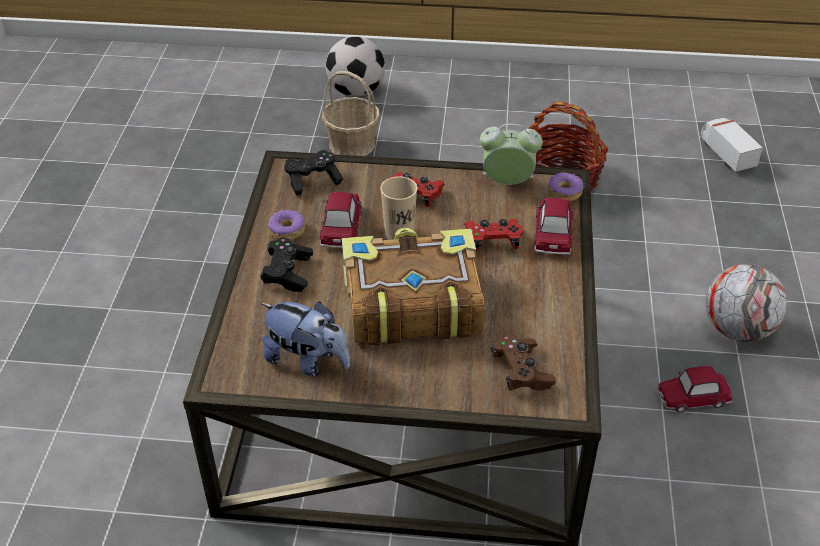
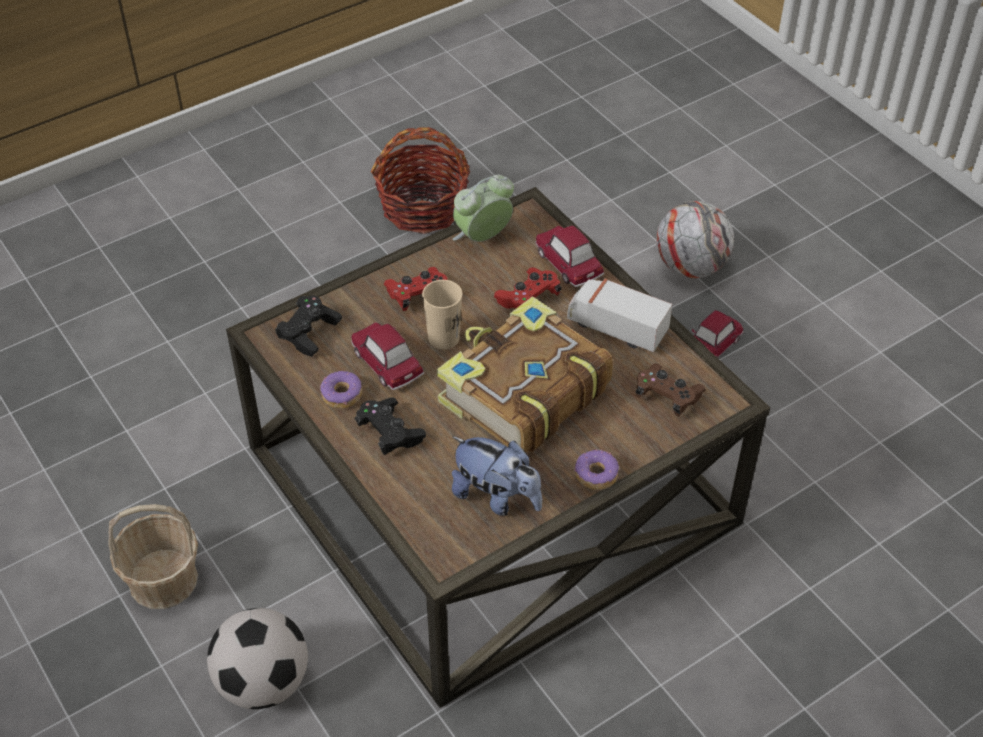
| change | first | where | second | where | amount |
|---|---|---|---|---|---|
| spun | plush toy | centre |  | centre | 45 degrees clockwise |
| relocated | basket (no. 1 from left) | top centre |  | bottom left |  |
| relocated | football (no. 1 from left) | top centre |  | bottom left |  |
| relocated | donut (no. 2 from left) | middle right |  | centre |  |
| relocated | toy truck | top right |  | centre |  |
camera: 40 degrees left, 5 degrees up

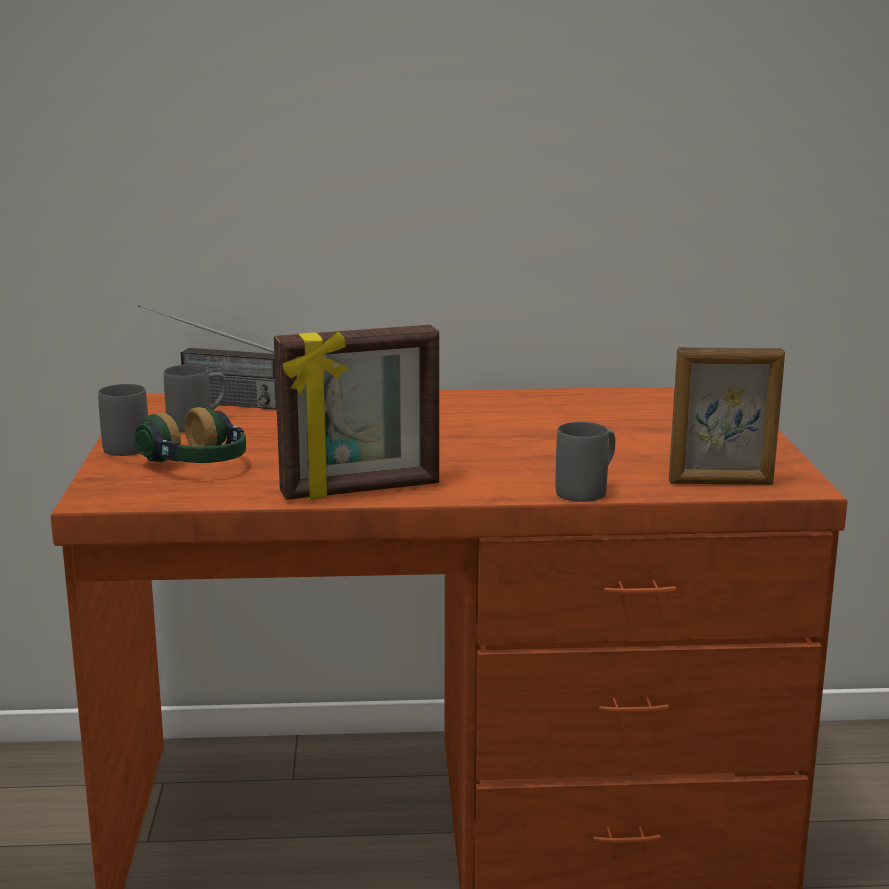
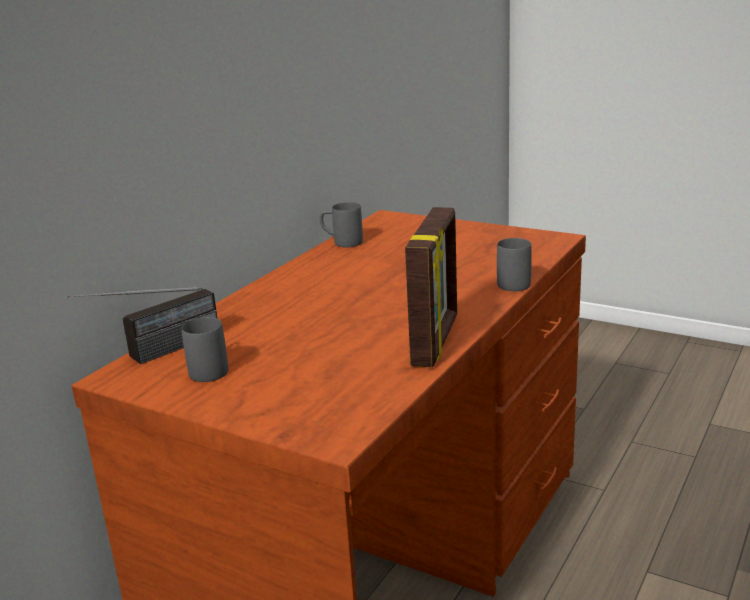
| change | first | where | second | where | amount |
|---|---|---|---|---|---|
| relocated | mug/grey (no. 1 from left in the first image) | middle left | mug/grey (no. 2 from left) | centre |  |
| missing | headphones | middle left |  |  |  |
| missing | picture frame (no. 2 from left) | middle right |  |  |  |
camera: 55 degrees left, 5 degrees up

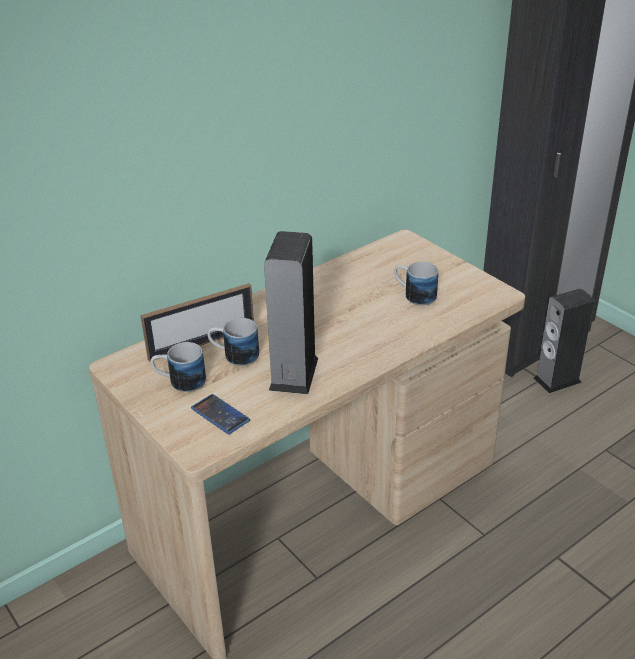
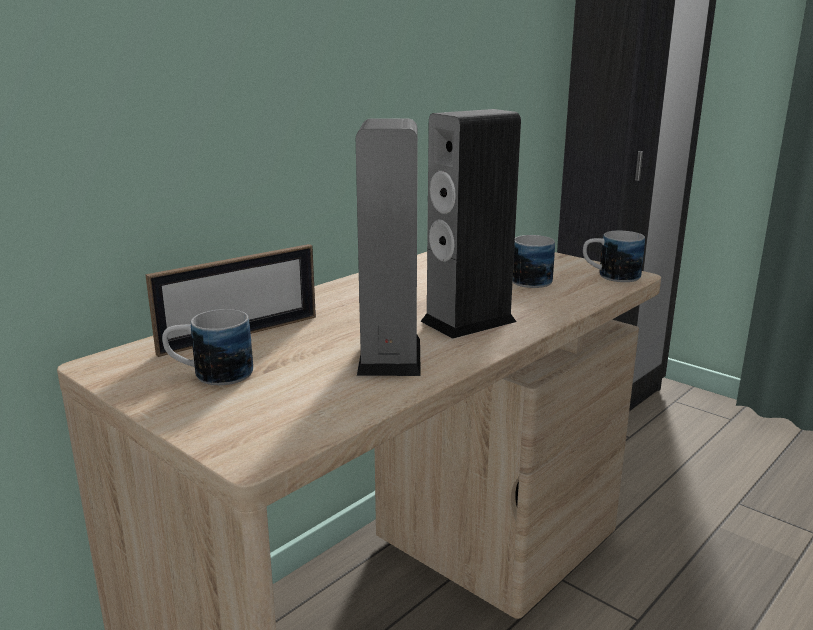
| change | first | where | second | where | amount |
|---|---|---|---|---|---|
| missing | phone | centre |  |  |  |
| relocated | mug (no. 2 from left in the first image) | centre | mug (no. 3 from left) | middle right |  |
| relocated | speaker (no. 2 from left) | middle right |  | centre |  |
camera: 10 degrees left, 15 degrees down

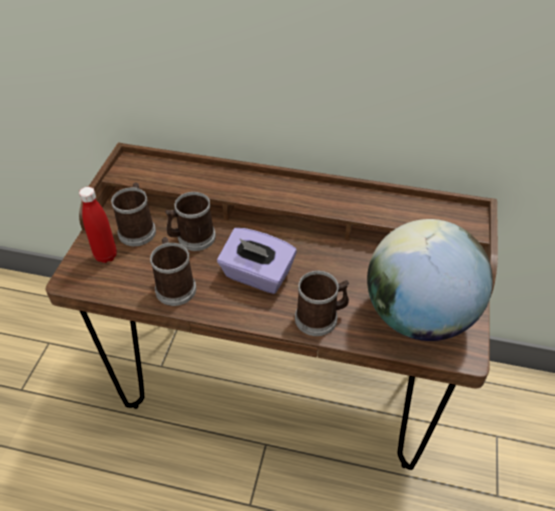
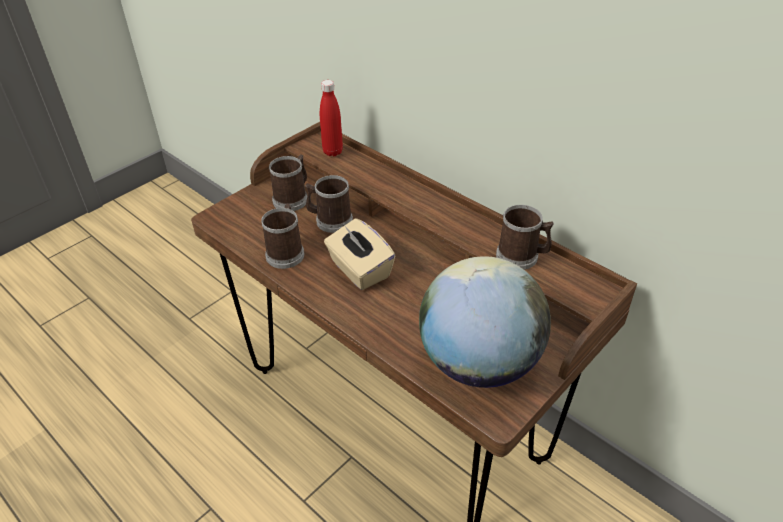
| change | first | where | second | where | amount |
|---|---|---|---|---|---|
| relocated | bottle/red | middle left |  | top centre |  |
| colour | tissue box/purple | centre | tissue box/beige | centre |  |
| relocated | mug (no. 4 from left) | centre |  | middle right |  |
camera: 30 degrees right, 5 degrees down

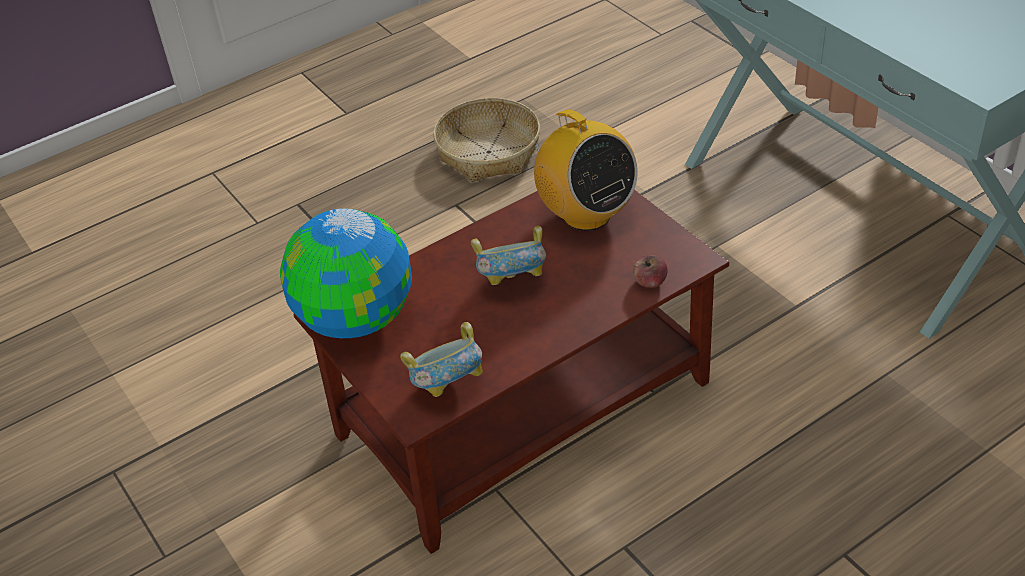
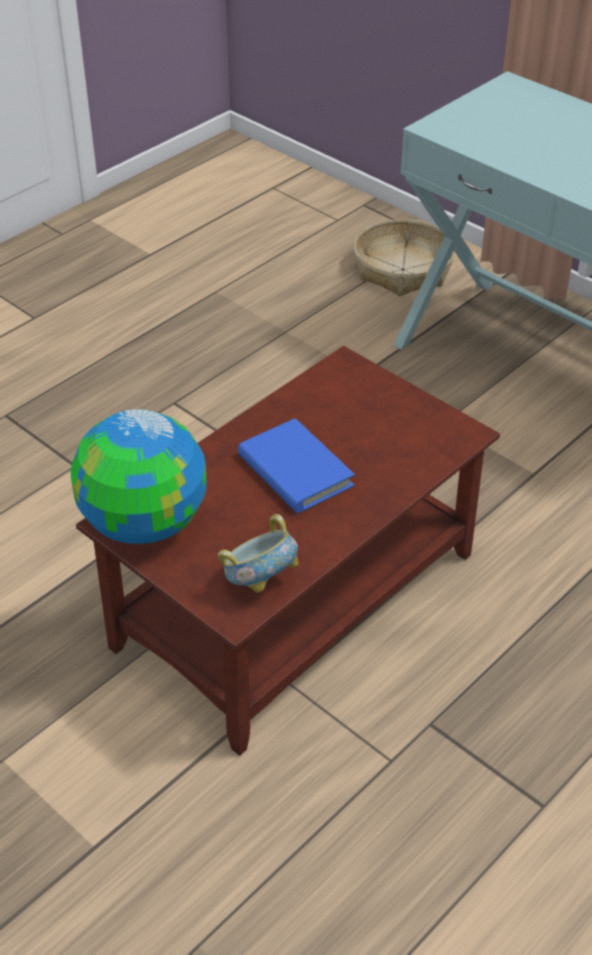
| change | first | where | second | where | amount |
|---|---|---|---|---|---|
| relocated | basket | top centre |  | top right |  |
| exchanged | bowl (no. 2 from left) | centre | book/blue | centre |  |
| missing | radio | top centre |  |  |  |
| missing | apple | centre |  |  |  |
camera: 15 degrees left, 0 degrees up

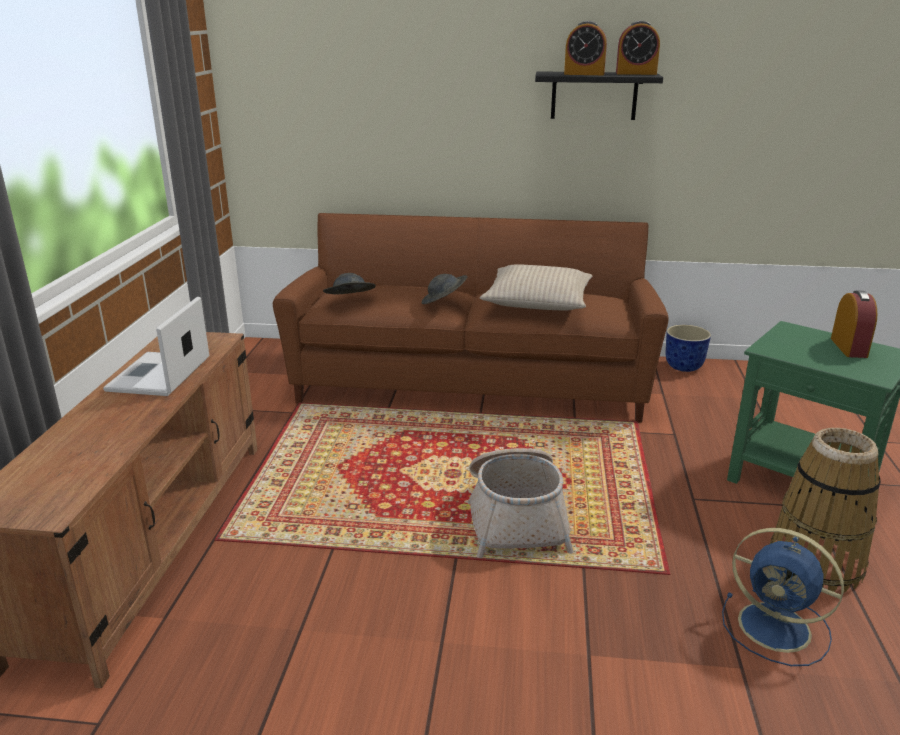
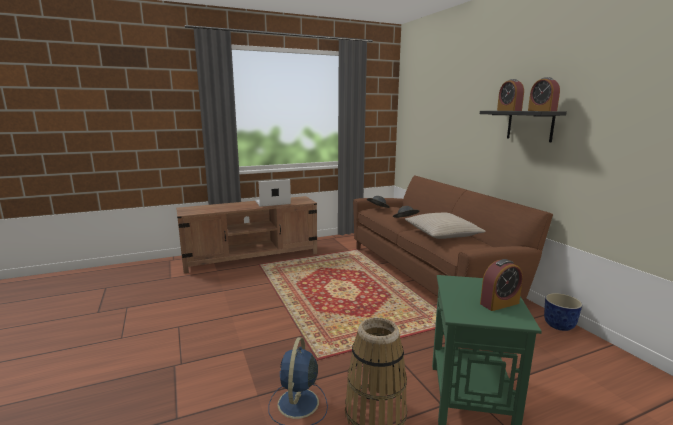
| change | first | where | second | where | amount |
|---|---|---|---|---|---|
| missing | basket (no. 1 from left) | bottom centre |  |  |  |
camera: 60 degrees right, 10 degrees down

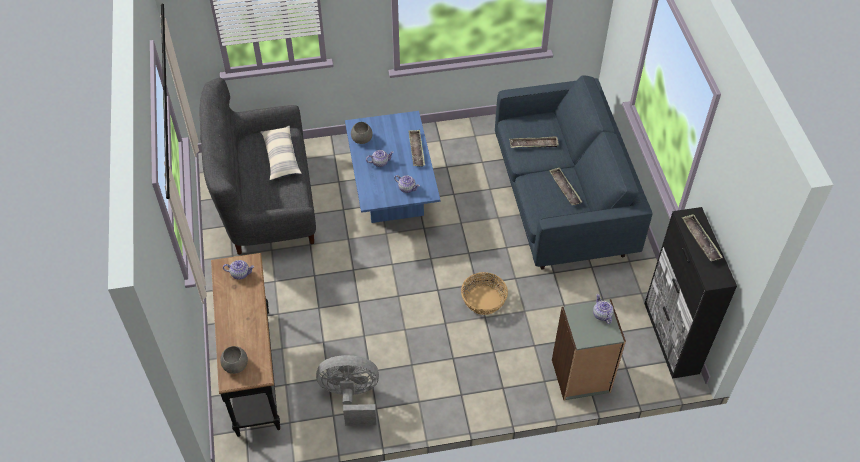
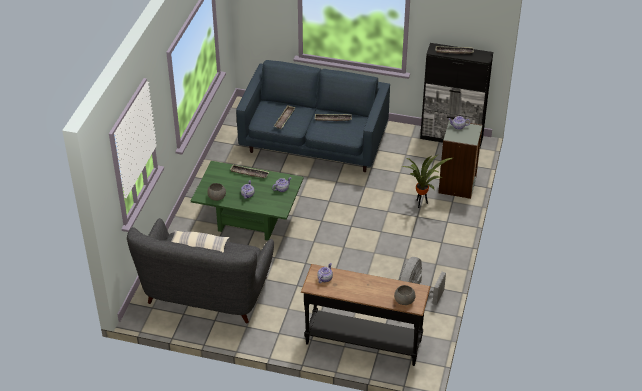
| change | first | where | second | where | amount |
|---|---|---|---|---|---|
| colour | coffee table/blue | centre | coffee table/green | centre |  |
| missing | basket | centre |  |  |  |
| appeared |  |  | potted plant | centre |  |
camera: 65 degrees left, 10 degrees down

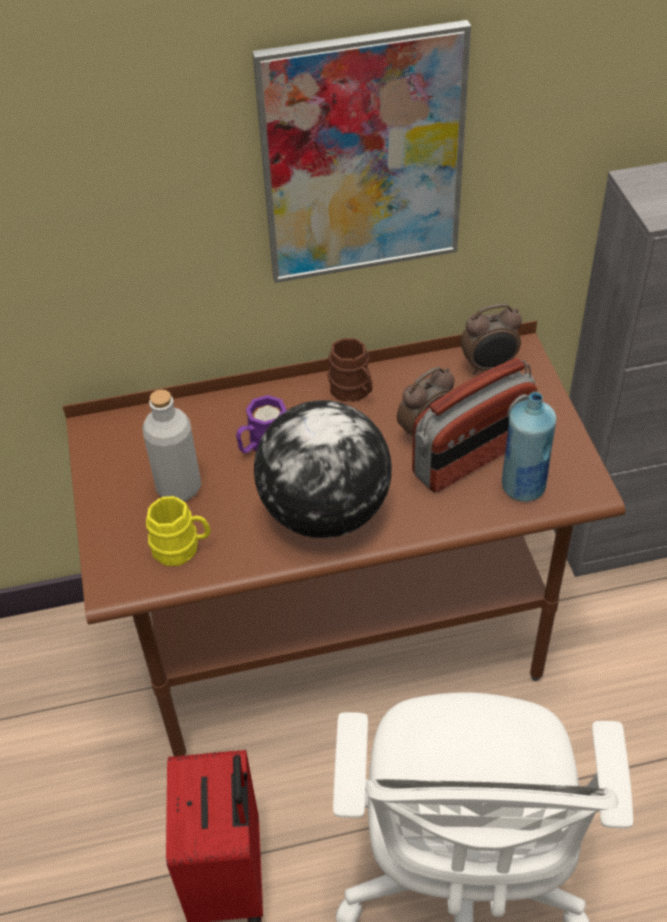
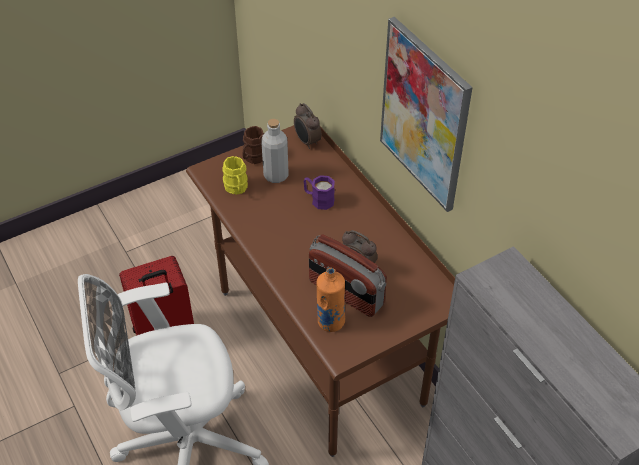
| change | first | where | second | where | amount |
|---|---|---|---|---|---|
| missing | globe | centre |  |  |  |
| relocated | mug/brown | centre |  | top centre |  |
| relocated | alarm clock (no. 2 from left in the first image) | middle right | alarm clock (no. 1 from left) | top centre |  |
| colour | bottle/blue | middle right | bottle/orange | centre |  |
camera: 70 degrees right, 0 degrees up

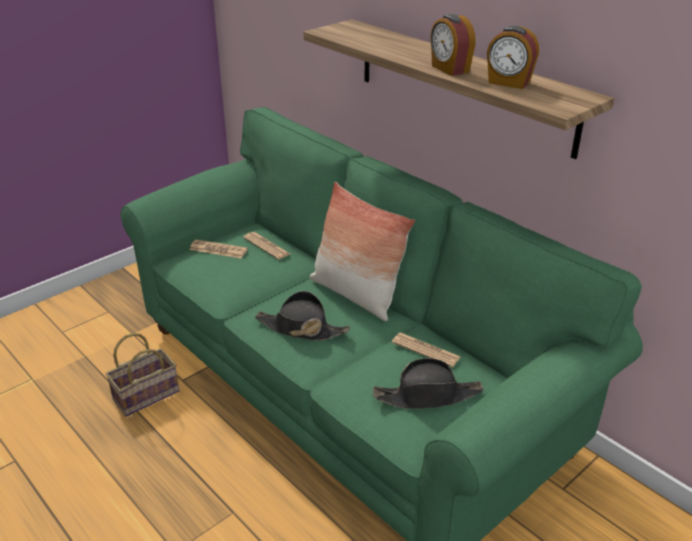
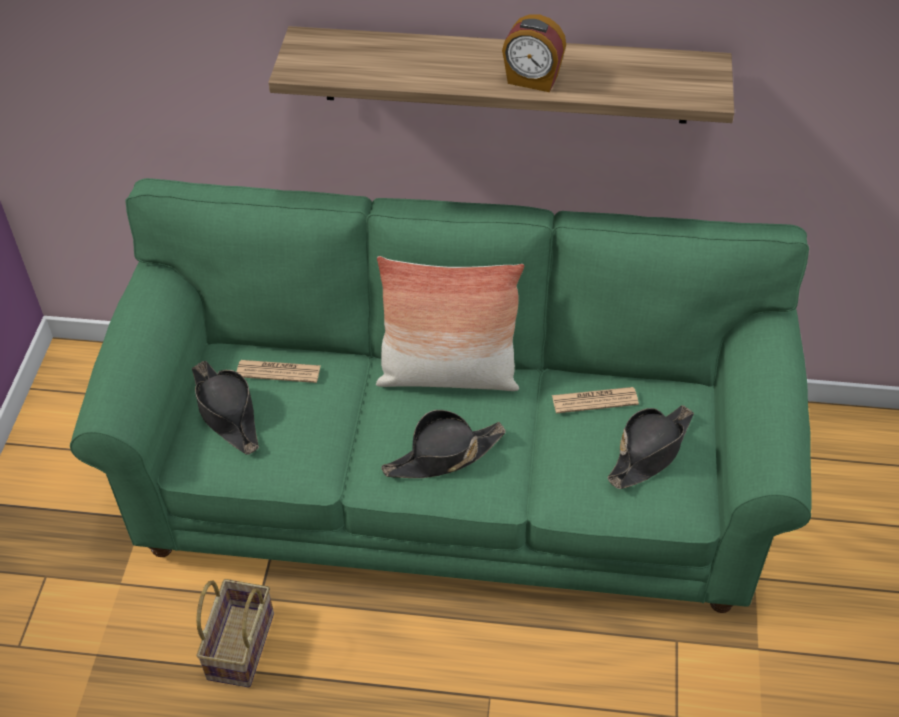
| change | first | where | second | where | amount |
|---|---|---|---|---|---|
| exchanged | newspaper (no. 1 from left) | middle left | hat/black (no. 1 from left) | middle left |  |
| missing | alarm clock (no. 2 from left) | top right |  |  |  |
camera: 40 degrees left, 15 degrees up

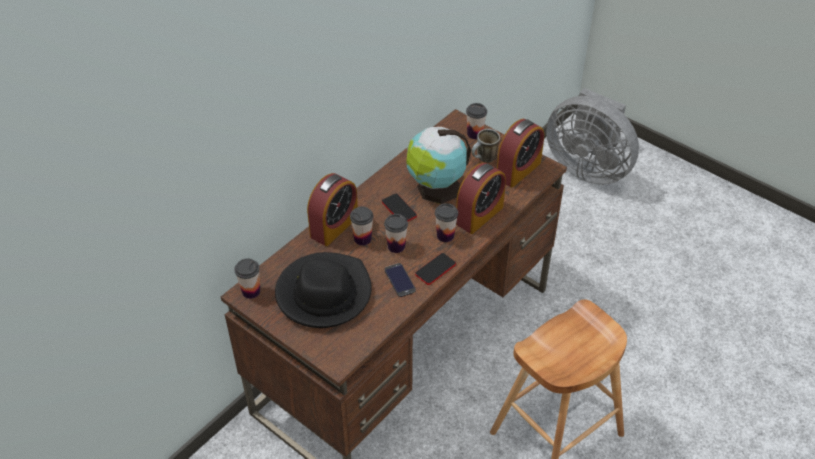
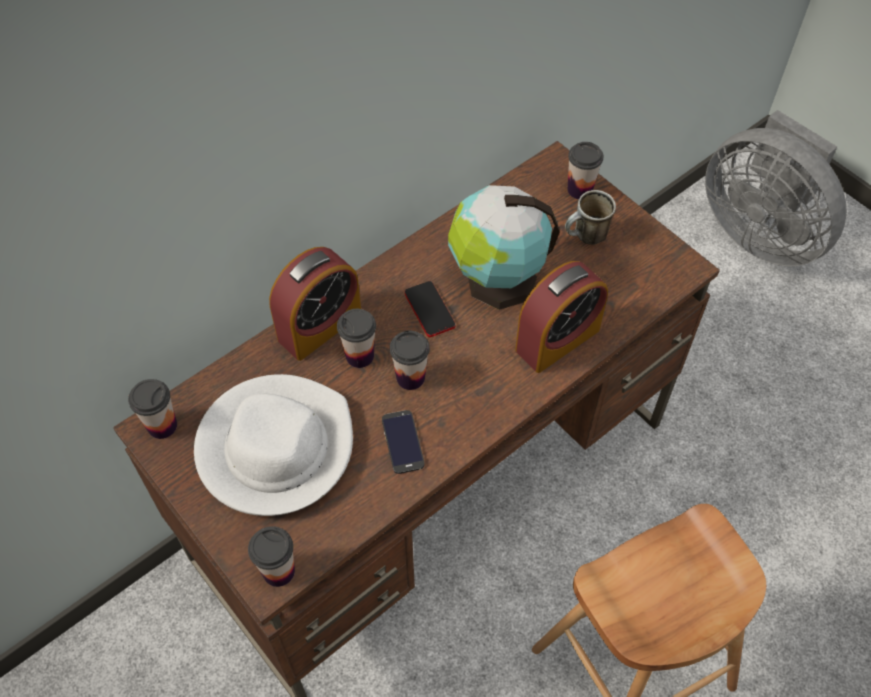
| change | first | where | second | where | amount |
|---|---|---|---|---|---|
| colour | hat/black | centre | hat/white | middle left |  |
| missing | phone (no. 3 from left) | centre |  |  |  |
| relocated | cup (no. 4 from left in the first image) | centre | cup (no. 2 from left) | bottom left |  |
| missing | alarm clock (no. 3 from left) | centre |  |  |  |
camera: 10 degrees right, 10 degrees up

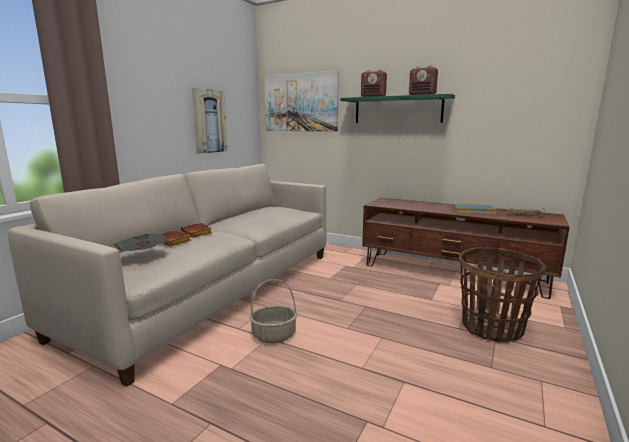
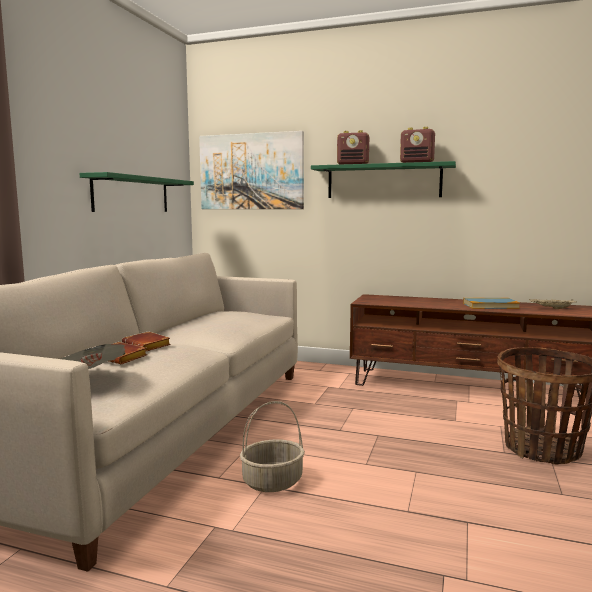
| change | first | where | second | where | amount |
|---|---|---|---|---|---|
| exchanged | picture (no. 1 from left) | top left | shelf/green (no. 1 from left) | top left |  |
camera: 10 degrees left, 5 degrees down

